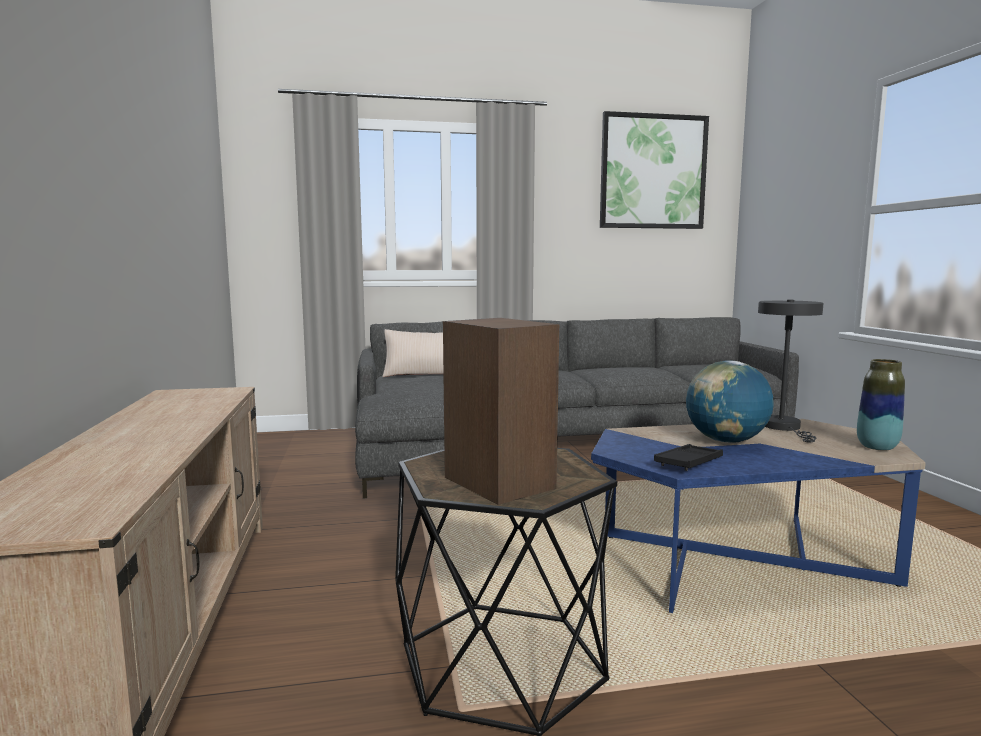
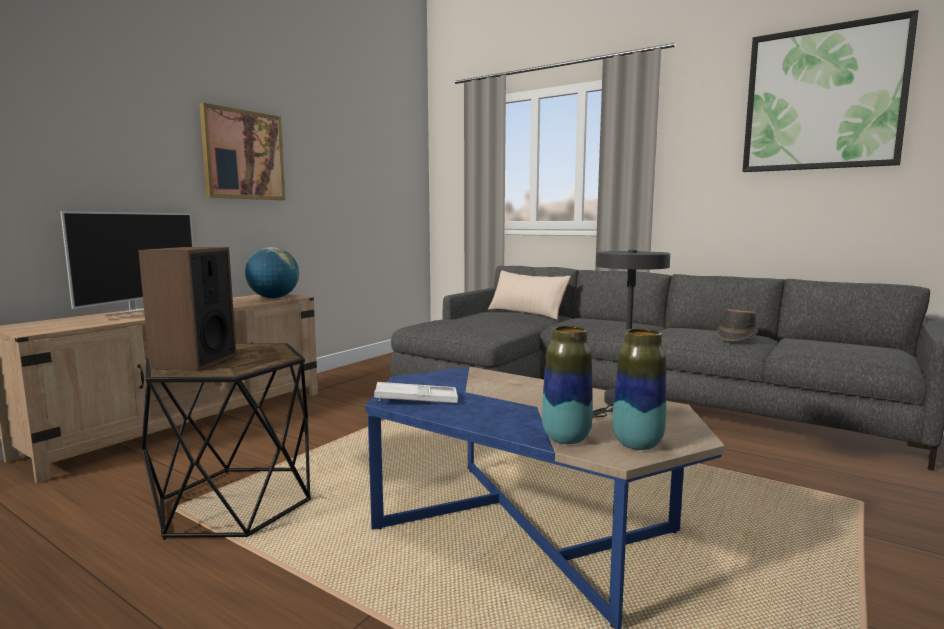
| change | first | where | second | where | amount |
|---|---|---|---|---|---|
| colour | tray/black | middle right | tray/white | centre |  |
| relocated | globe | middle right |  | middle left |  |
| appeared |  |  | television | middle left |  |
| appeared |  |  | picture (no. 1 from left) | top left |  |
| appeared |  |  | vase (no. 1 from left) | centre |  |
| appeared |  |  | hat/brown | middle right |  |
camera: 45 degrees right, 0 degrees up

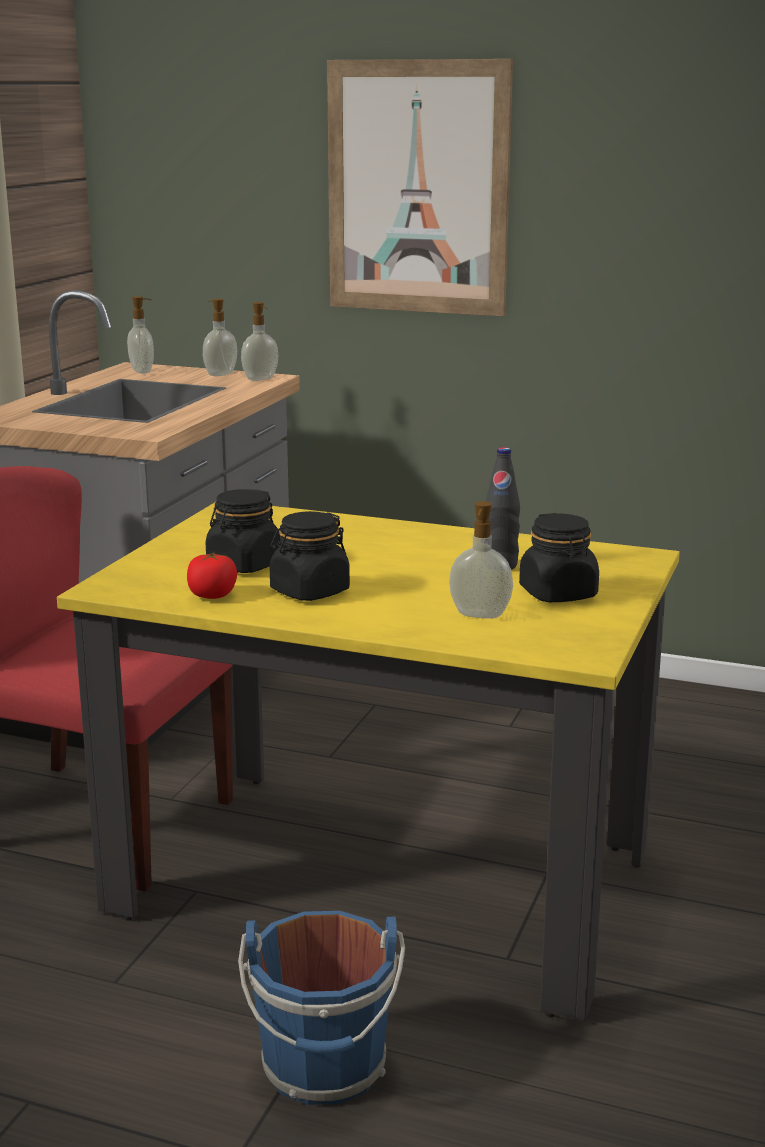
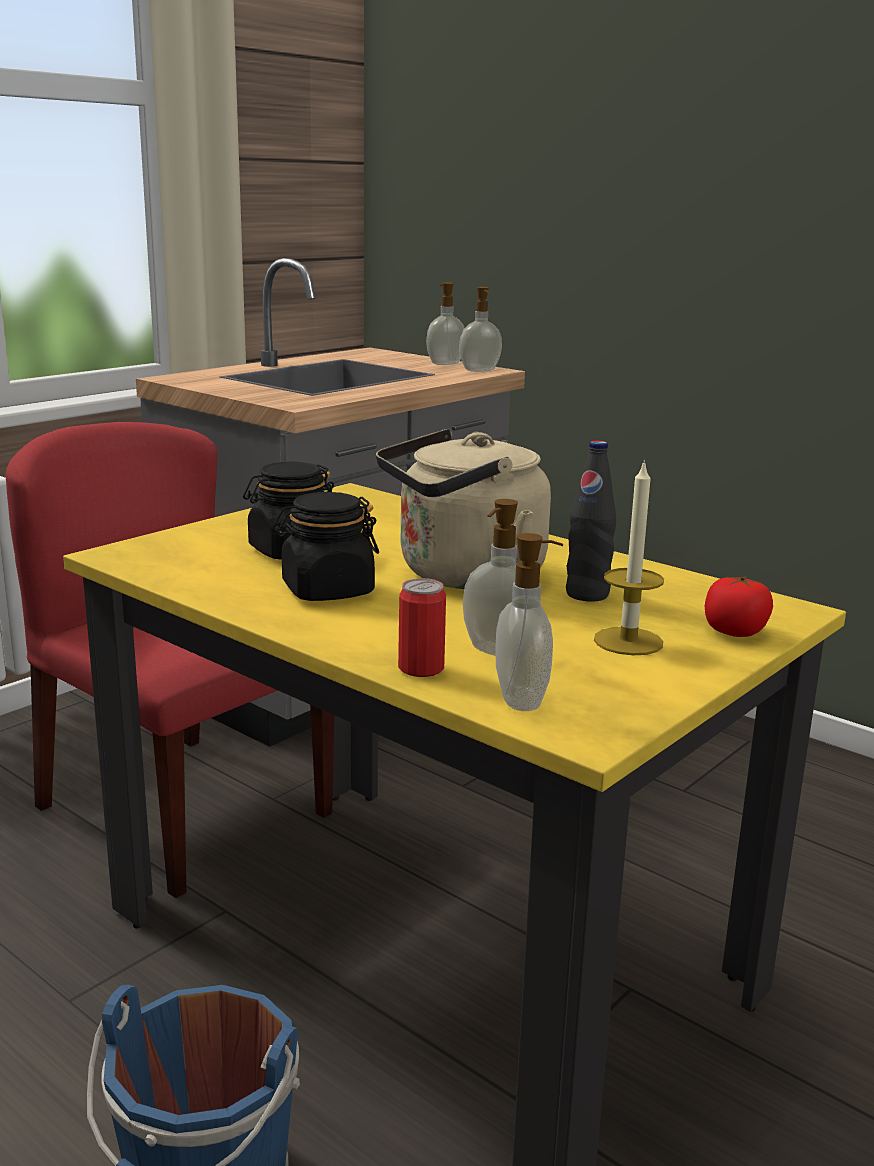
| change | first | where | second | where | amount |
|---|---|---|---|---|---|
| relocated | soap dispenser (no. 1 from left in the first image) | top left | soap dispenser (no. 4 from left) | centre |  |
| relocated | tomato | middle left |  | middle right |  |
| missing | picture | top centre |  |  |  |
| exchanged | jar/black (no. 3 from left) | middle right | candle | middle right |  |
| appeared |  |  | kettle/beige | centre |  |
| appeared |  |  | can | centre |  |
camera: 20 degrees right, 0 degrees up

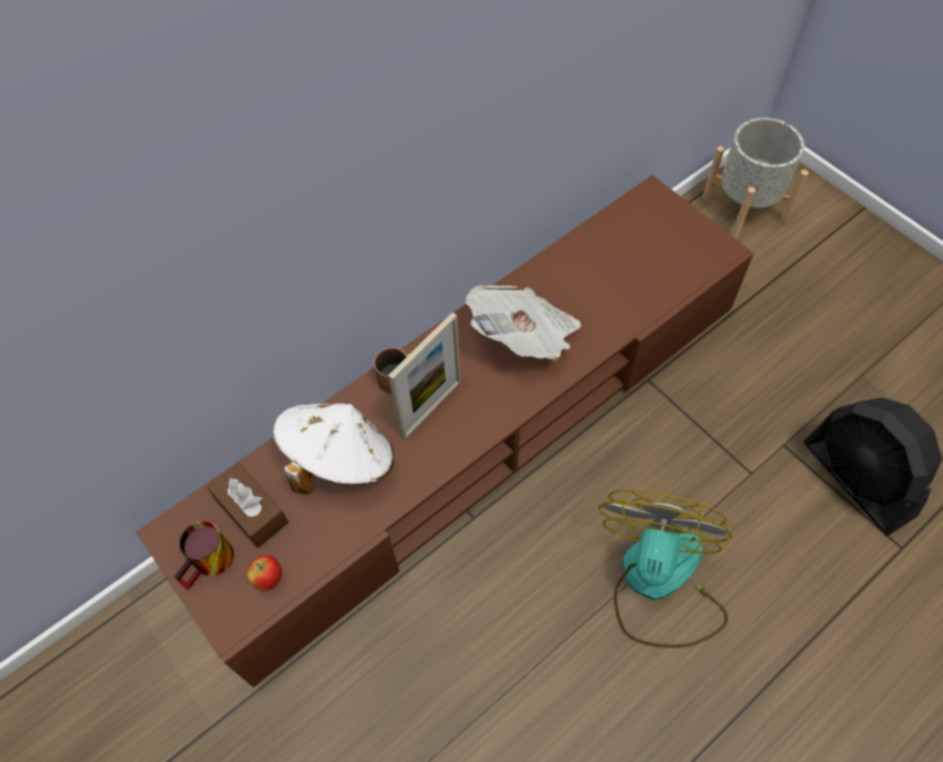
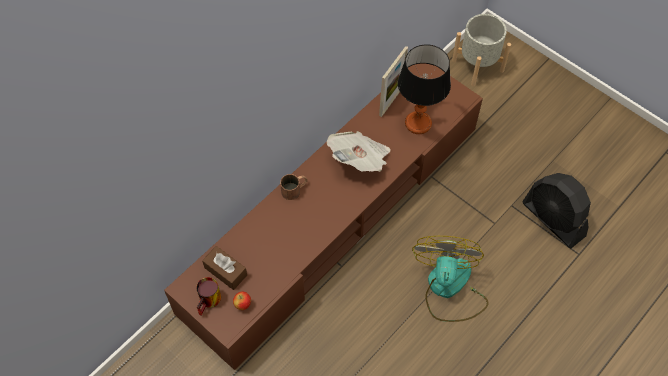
| change | first | where | second | where | amount |
|---|---|---|---|---|---|
| missing | hat/white | centre |  |  |  |
| relocated | picture frame | centre |  | top centre |  |
| appeared |  |  | table lamp | top centre |  |
camera: 10 degrees left, 0 degrees up

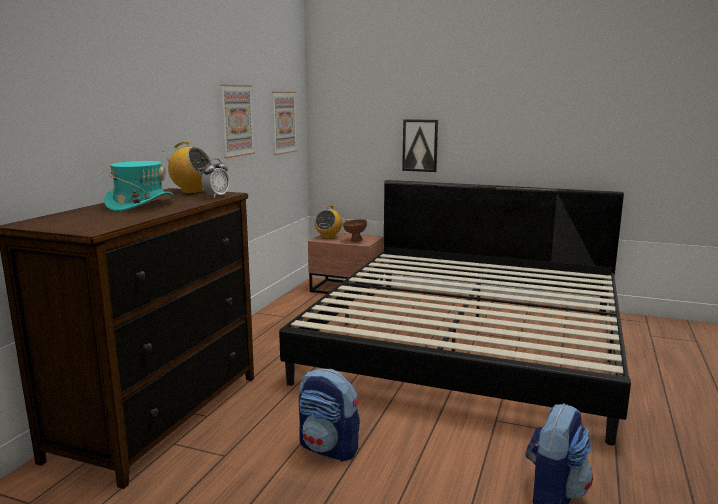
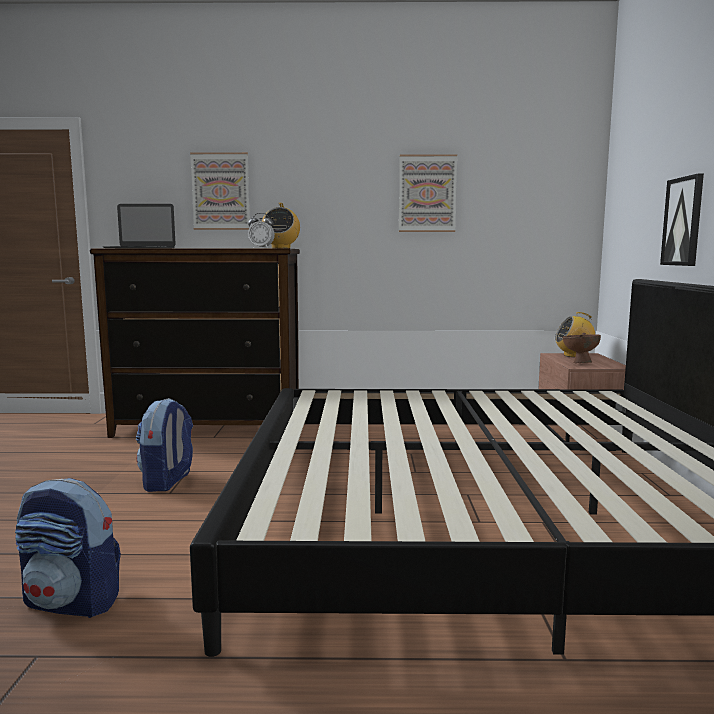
| change | first | where | second | where | amount |
|---|---|---|---|---|---|
| missing | hat/turquoise | middle left |  |  |  |
| relocated | picture (no. 2 from left in the first image) | top centre | picture (no. 1 from left) | top left |  |
| appeared |  |  | laptop | top left |  |
camera: 70 degrees right, 5 degrees down

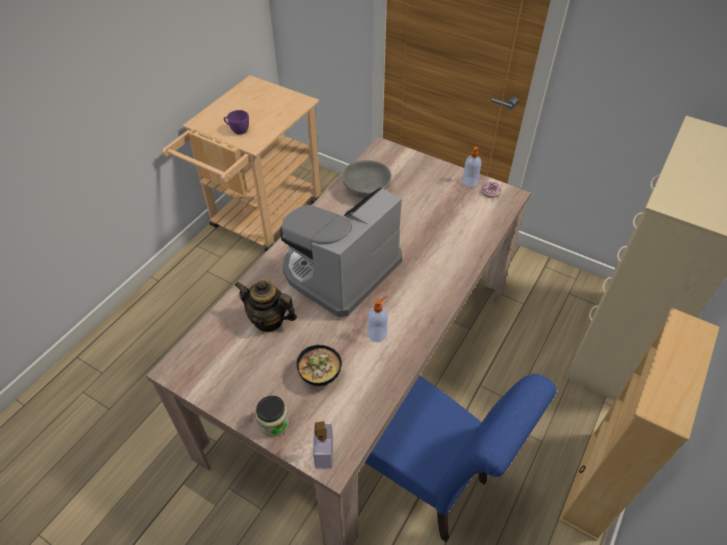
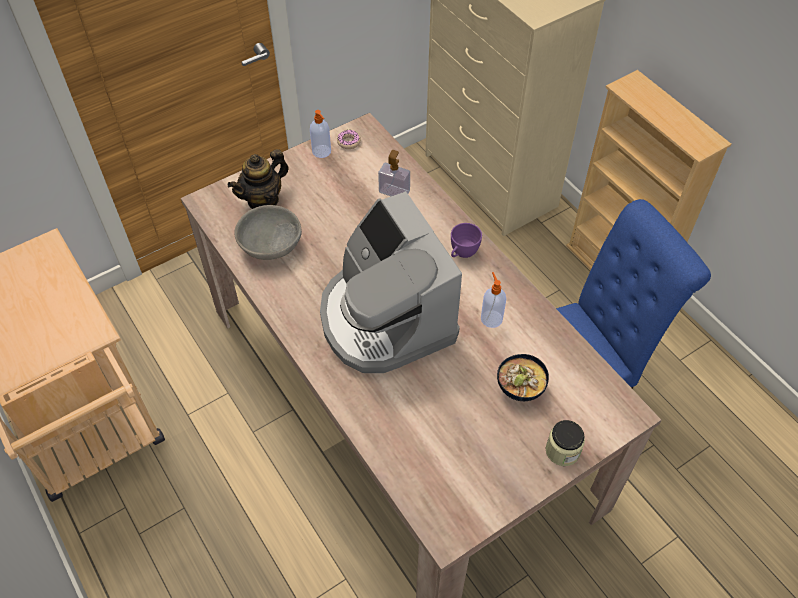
| change | first | where | second | where | amount |
|---|---|---|---|---|---|
| relocated | cup/purple | top left |  | centre |  |
| relocated | teapot | centre |  | top left |  |
| relocated | soap dispenser (no. 1 from left in the first image) | bottom centre | soap dispenser (no. 2 from left) | top centre |  |
camera: 65 degrees left, 5 degrees up

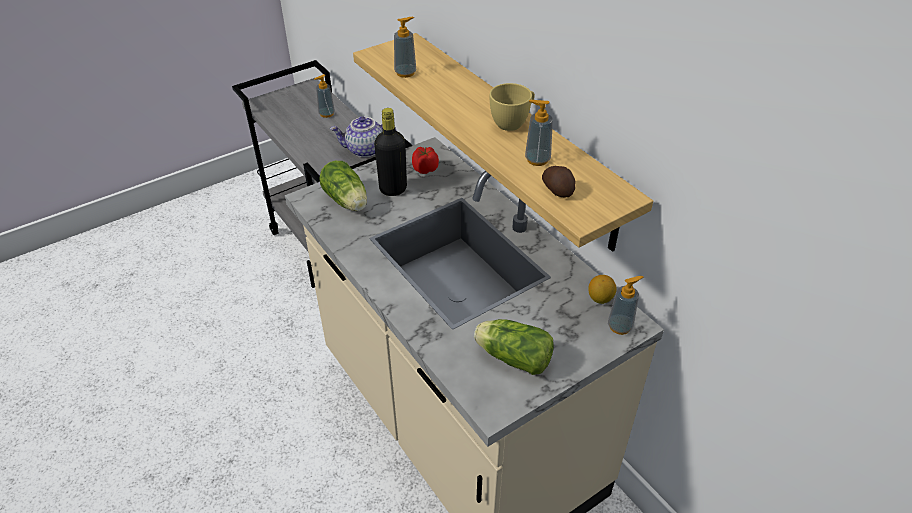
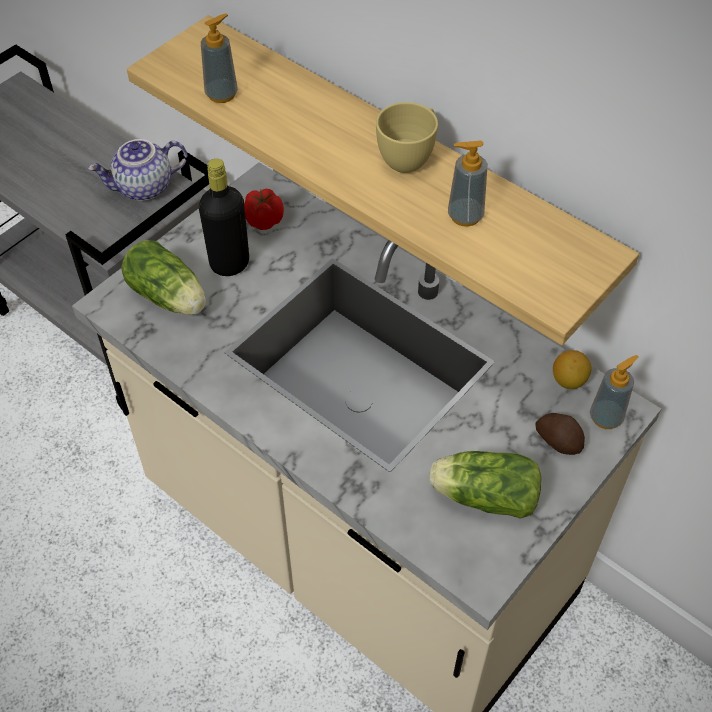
| change | first | where | second | where | amount |
|---|---|---|---|---|---|
| missing | soap dispenser (no. 1 from left) | top centre |  |  |  |
| relocated | potato | centre |  | middle right |  |
camera: 15 degrees left, 10 degrees up

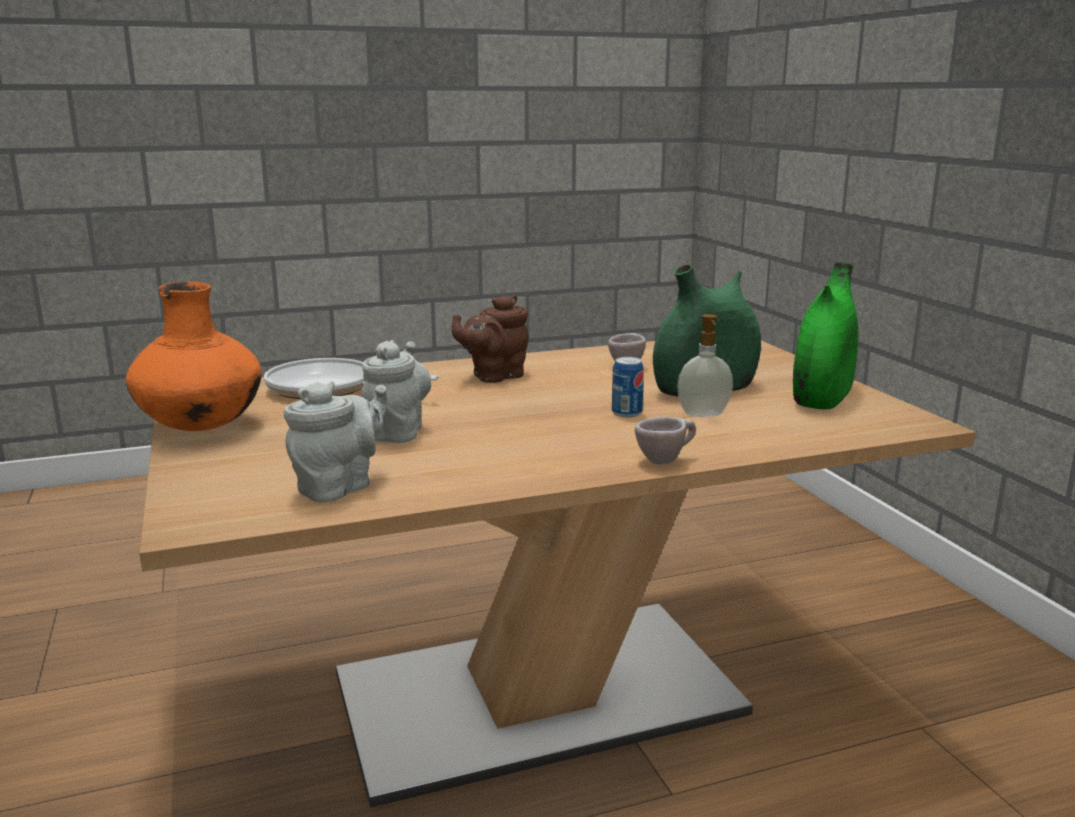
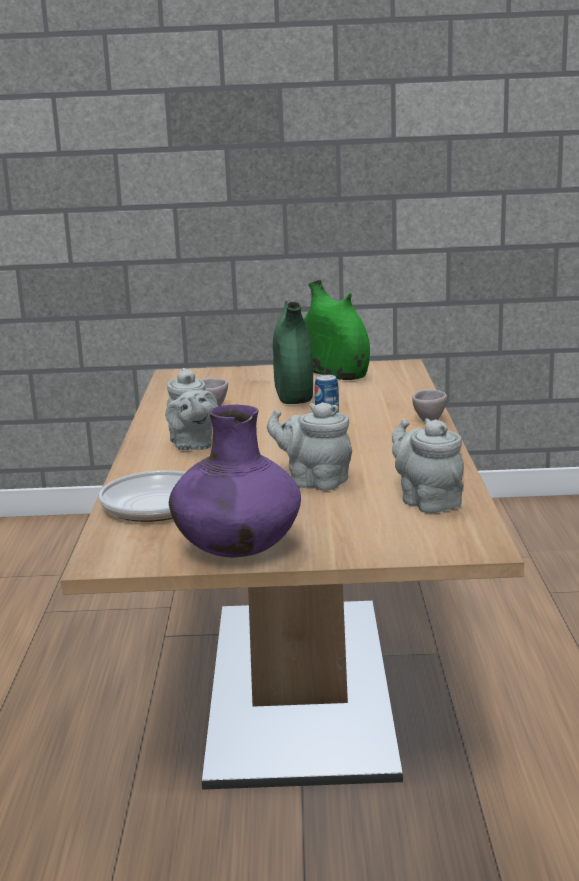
| change | first | where | second | where | amount |
|---|---|---|---|---|---|
| colour | vase/orange | middle left | vase/purple | centre |  |
| colour | teapot/brown | centre | teapot/grey (no. 1 from left) | middle left |  |
| missing | soap dispenser | centre |  |  |  |
camera: 70 degrees left, 0 degrees up

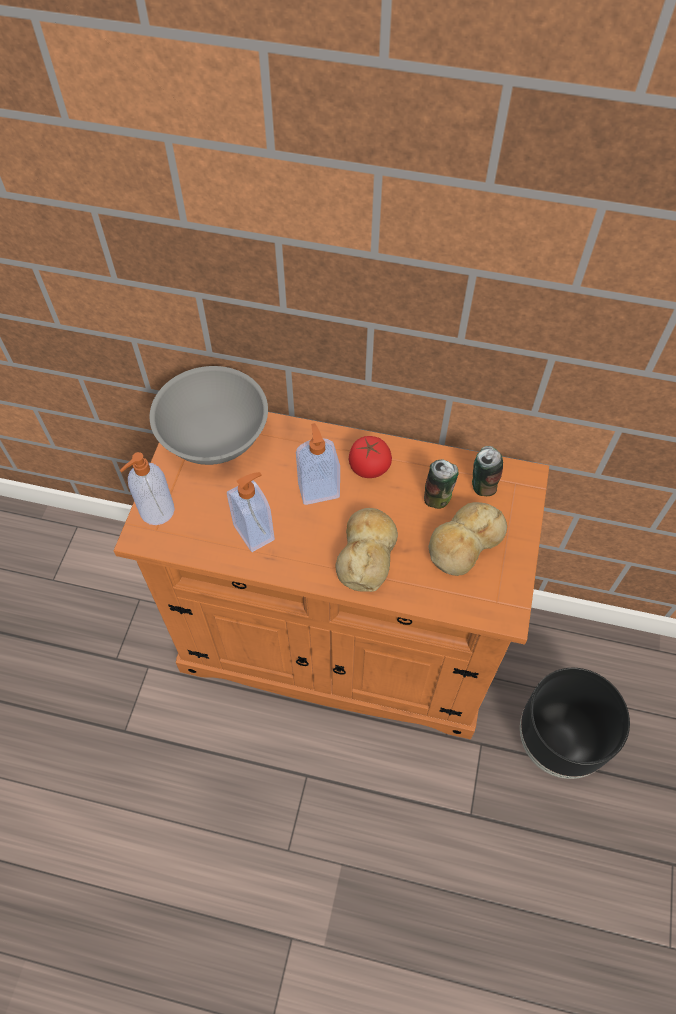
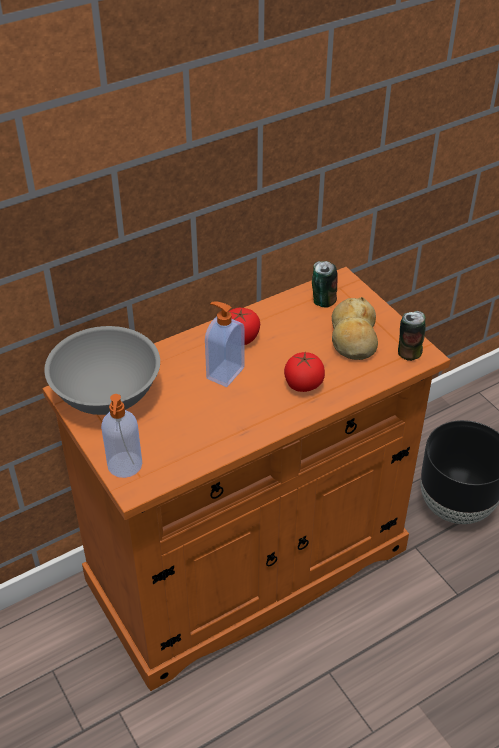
| change | first | where | second | where | amount |
|---|---|---|---|---|---|
| missing | soap dispenser (no. 2 from left) | centre |  |  |  |
| exchanged | bread (no. 1 from left) | centre | tomato (no. 2 from left) | centre |  |
| relocated | can (no. 1 from left in the first image) | centre | can (no. 2 from left) | middle right |  |
camera: 45 degrees left, 15 degrees down

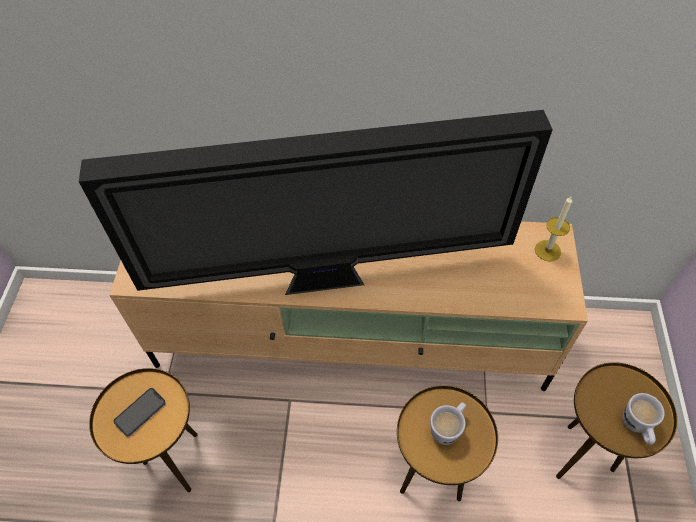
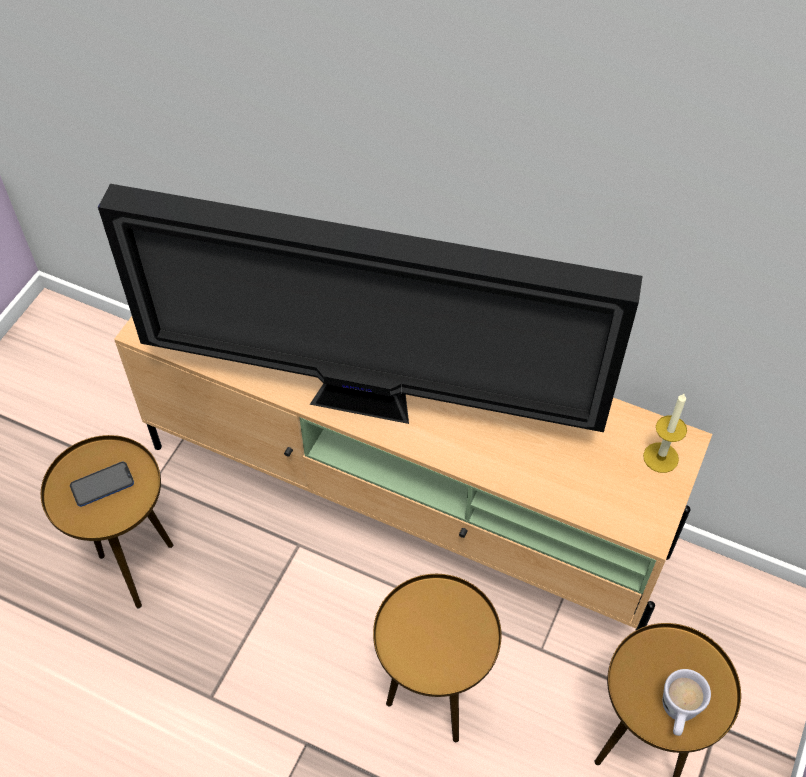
| change | first | where | second | where | amount |
|---|---|---|---|---|---|
| missing | mug/white (no. 1 from left) | bottom centre |  |  |  |
camera: 20 degrees right, 0 degrees up

